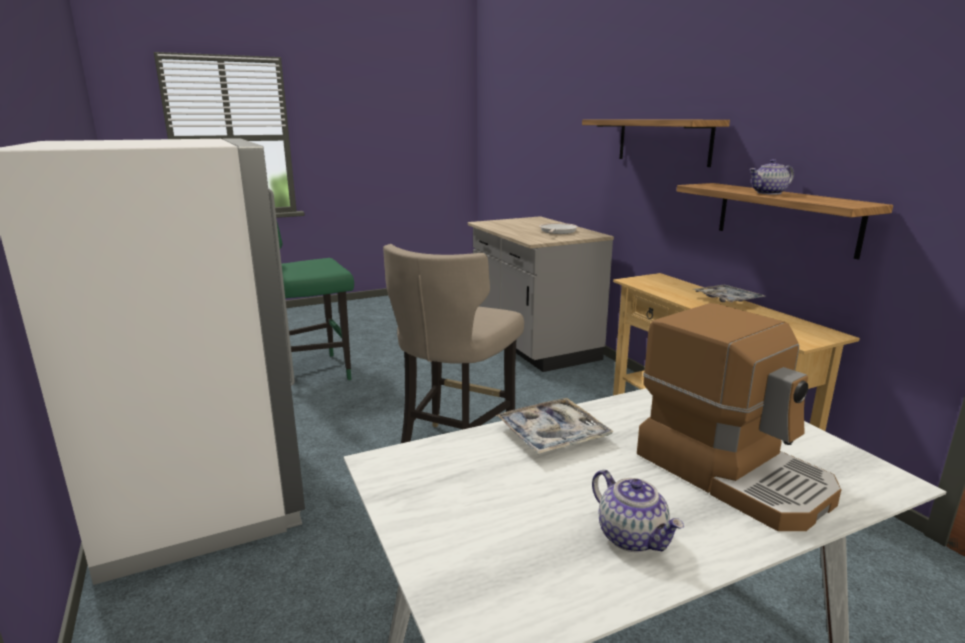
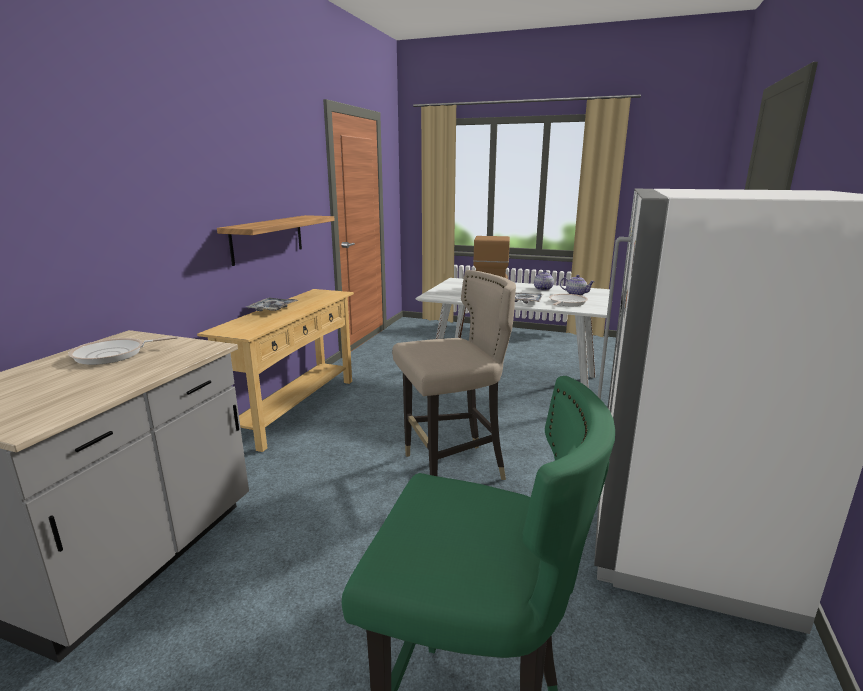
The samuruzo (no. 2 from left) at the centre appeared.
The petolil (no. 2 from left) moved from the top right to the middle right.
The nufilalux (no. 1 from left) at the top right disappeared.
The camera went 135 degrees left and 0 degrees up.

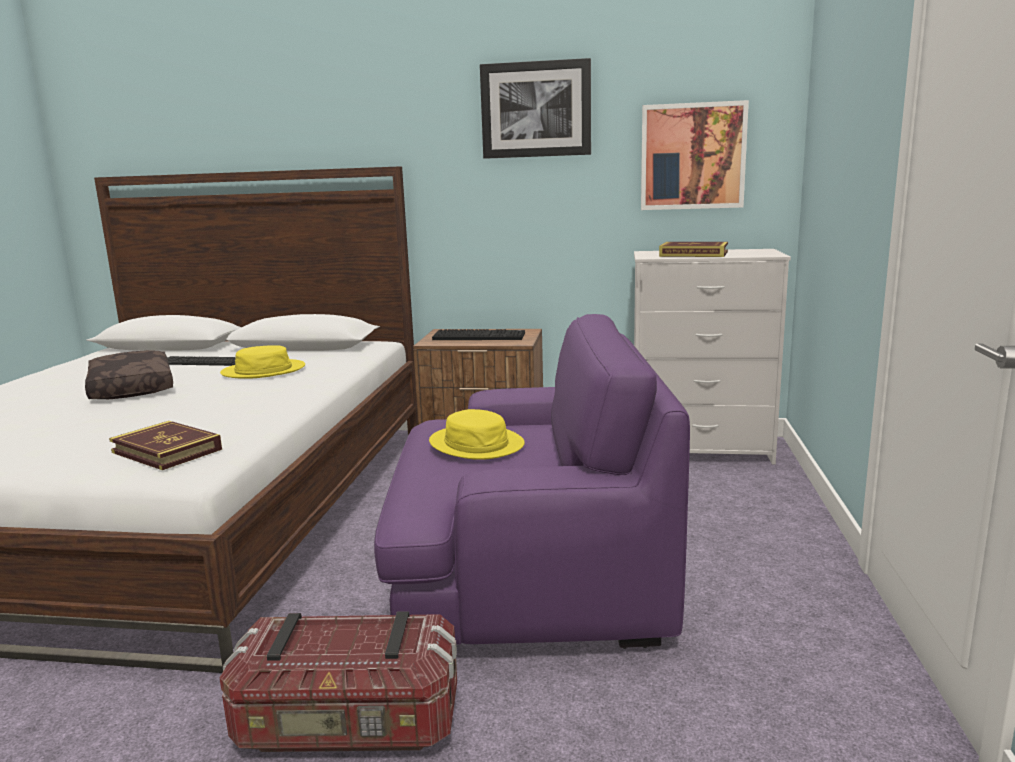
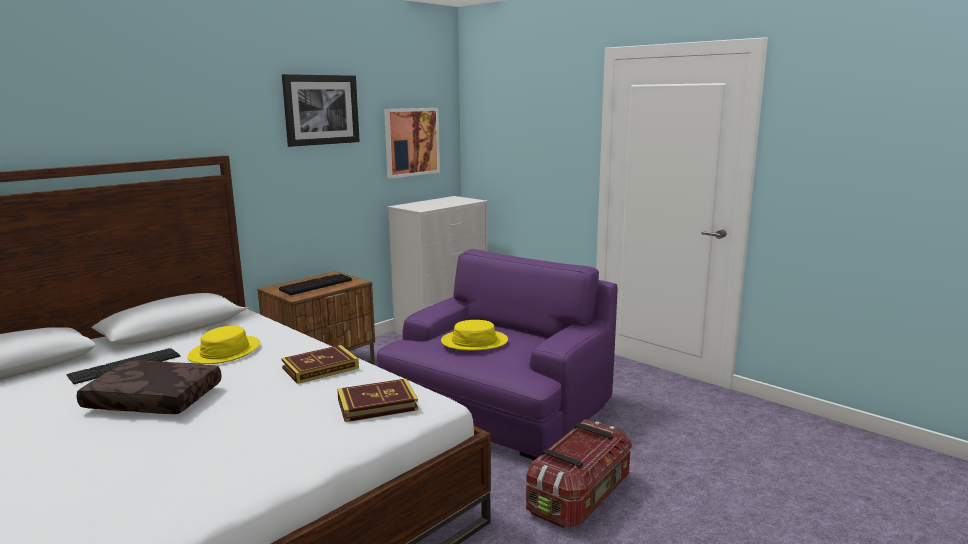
The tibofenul (no. 2 from left in the first image) moved from the top right to the bottom left.
The camera went 55 degrees left and 0 degrees up.

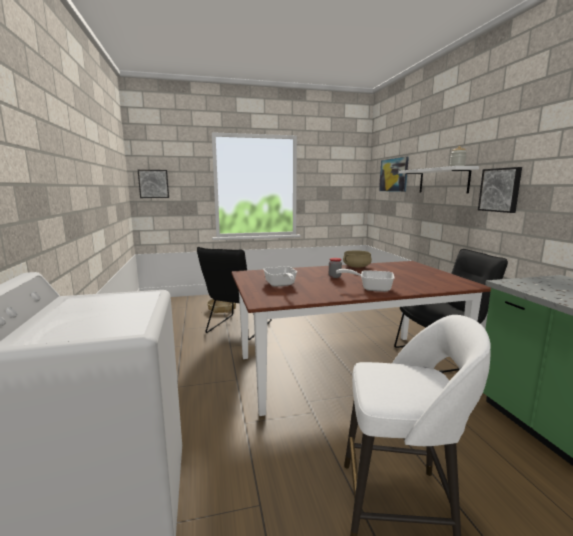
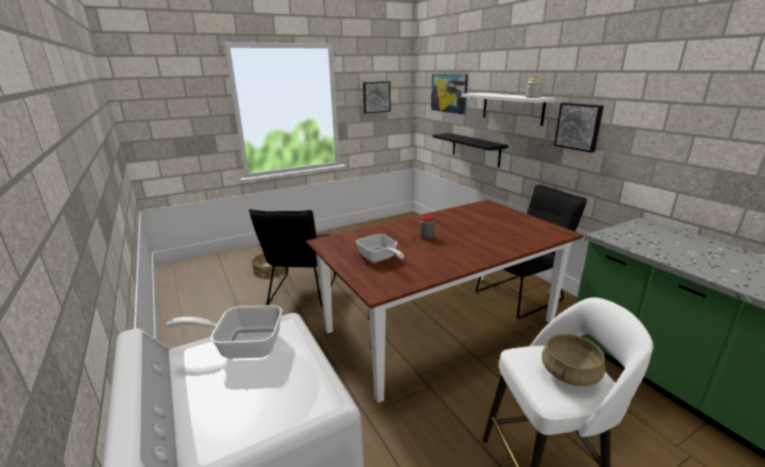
The samuruzo (no. 2 from left in the first image) moved from the centre to the bottom left.
The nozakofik (no. 1 from left) moved from the middle left to the top centre.
The black nufilalux at the top centre appeared.
The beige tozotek moved from the centre to the bottom right.
The camera went 15 degrees left and 10 degrees up.

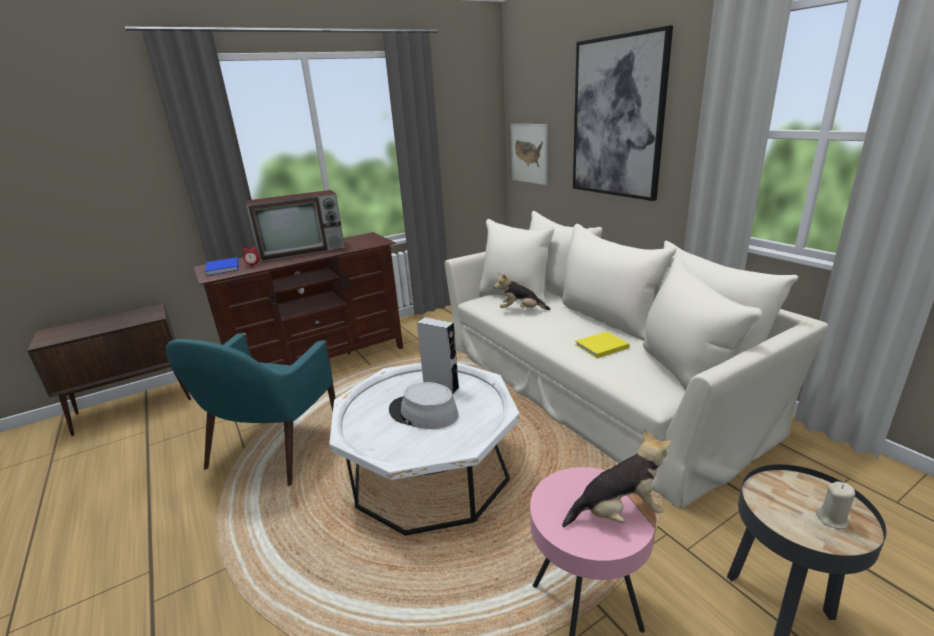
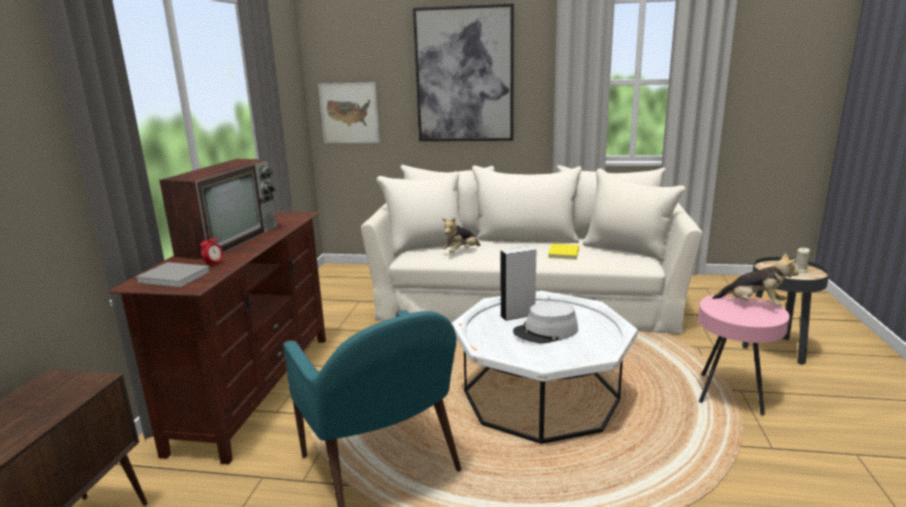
The blue tibofenul at the middle left became the grey tibofenul at the middle left.
The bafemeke (no. 2 from left) at the bottom centre turned 90 degrees clockwise.
The camera went 50 degrees left and 5 degrees down.

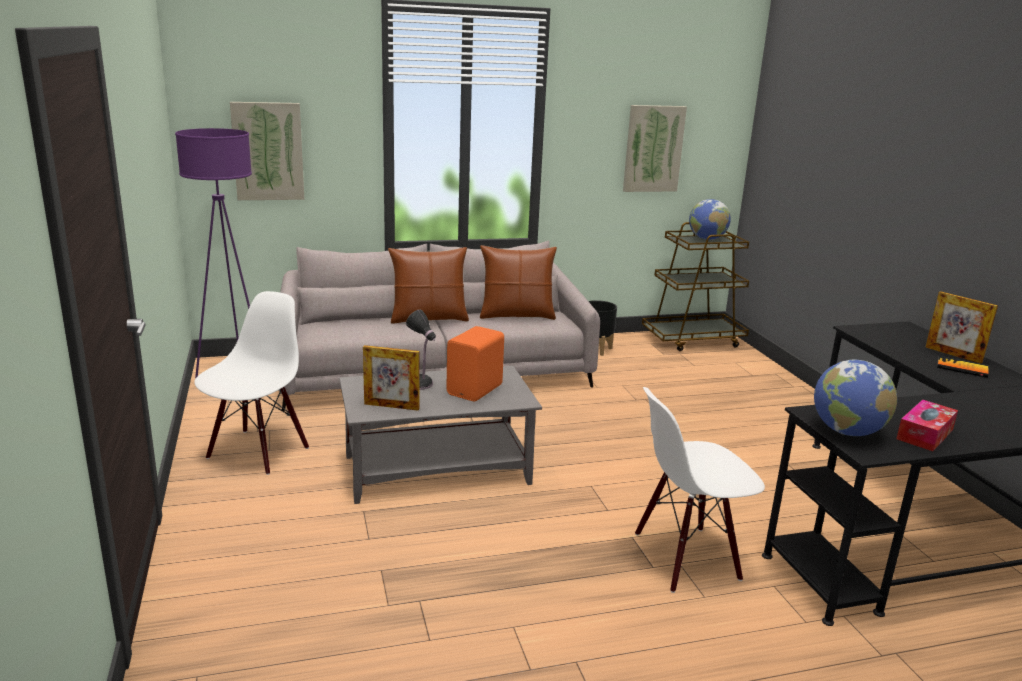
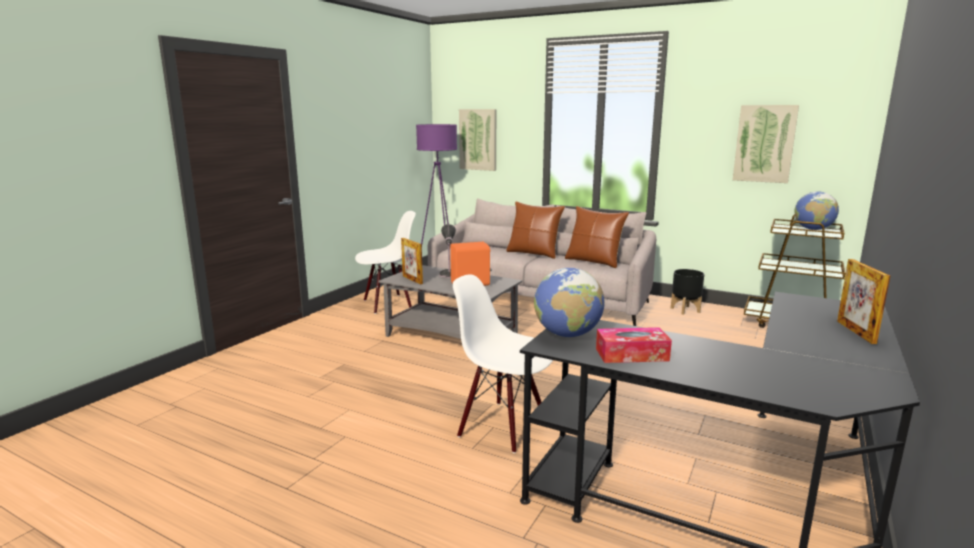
The tibofenul at the middle right disappeared.
The camera went 45 degrees right and 5 degrees down.

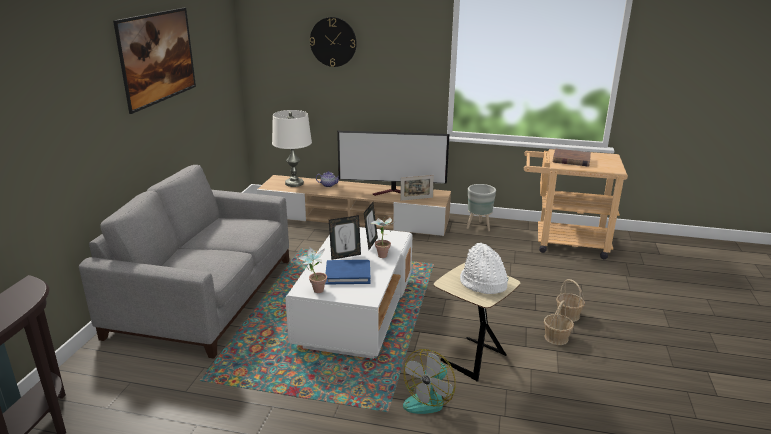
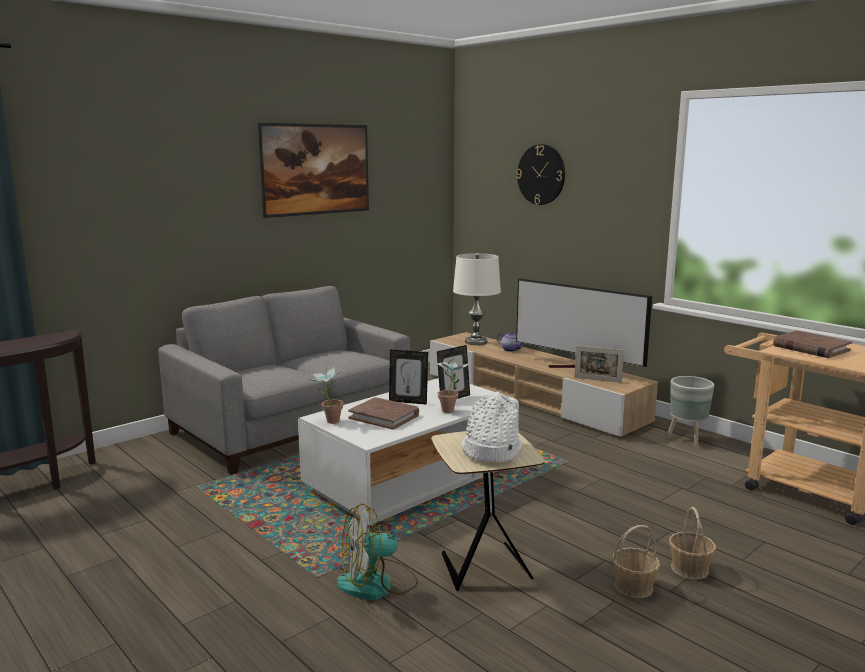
The blue tibofenul at the centre became the brown tibofenul (no. 1 from left) at the centre.
The camera went 35 degrees right and 10 degrees down.

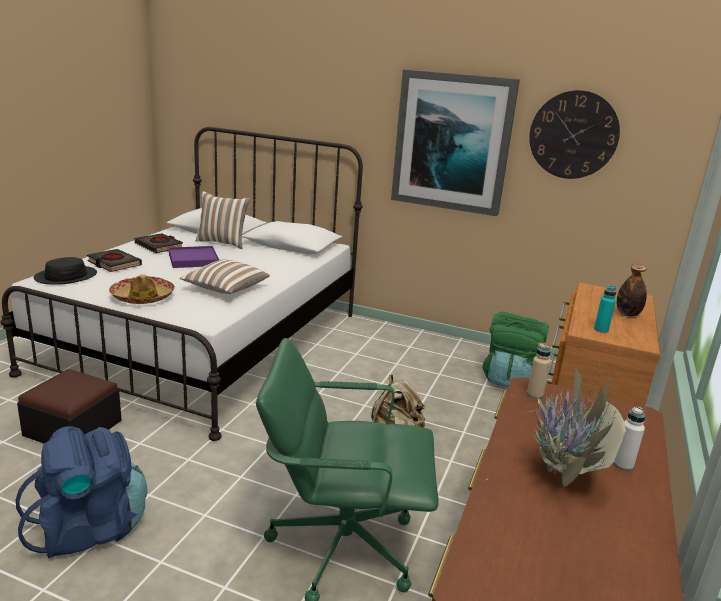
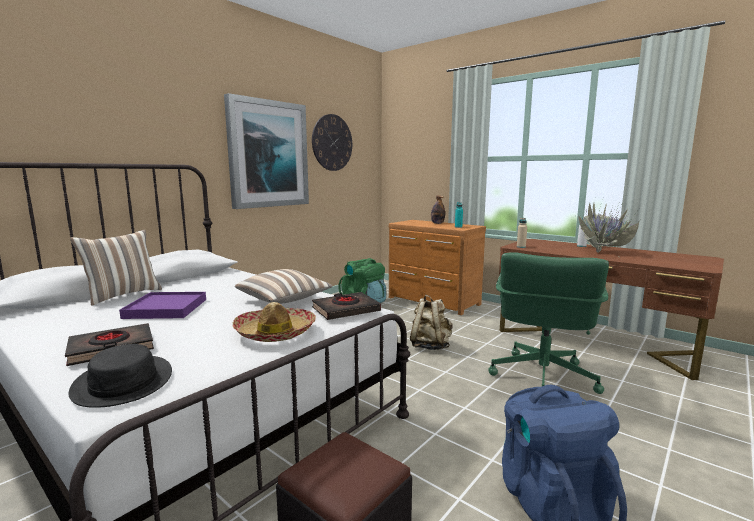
The black tibofenul (no. 2 from left) moved from the middle left to the centre.
The camera went 70 degrees left and 10 degrees down.

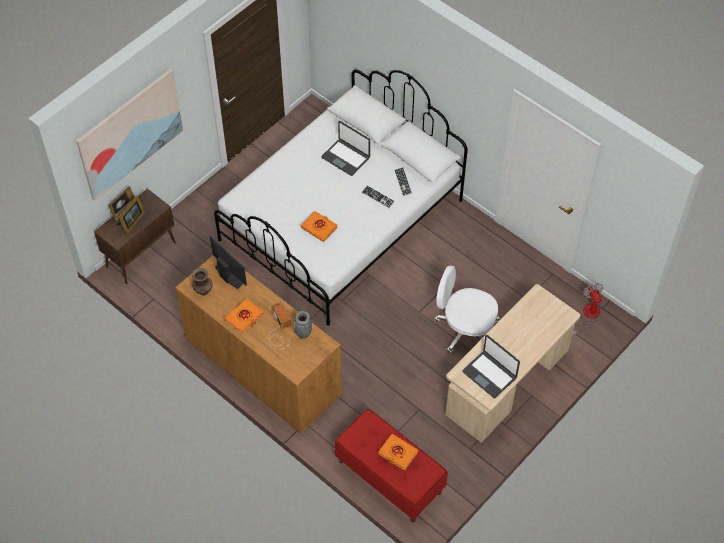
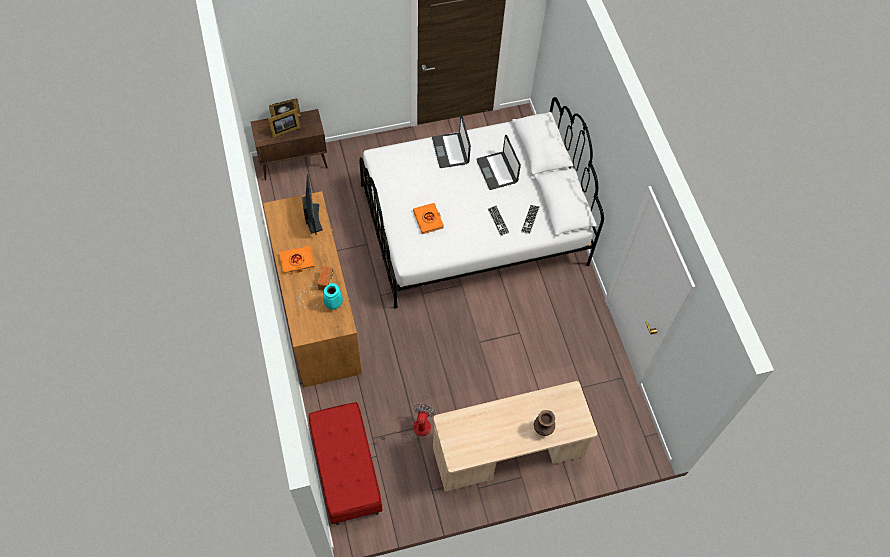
The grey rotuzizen at the centre became the turquoise rotuzizen at the centre.
The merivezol moved from the middle right to the bottom centre.
The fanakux (no. 2 from left in the first image) moved from the bottom right to the top centre.
The brown rotuzizen moved from the middle left to the bottom centre.
The nozakofik at the top left disappeared.
The orange tibofenul (no. 3 from left) at the bottom centre disappeared.
The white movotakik at the centre disappeared.
The camera went 30 degrees right and 5 degrees up.

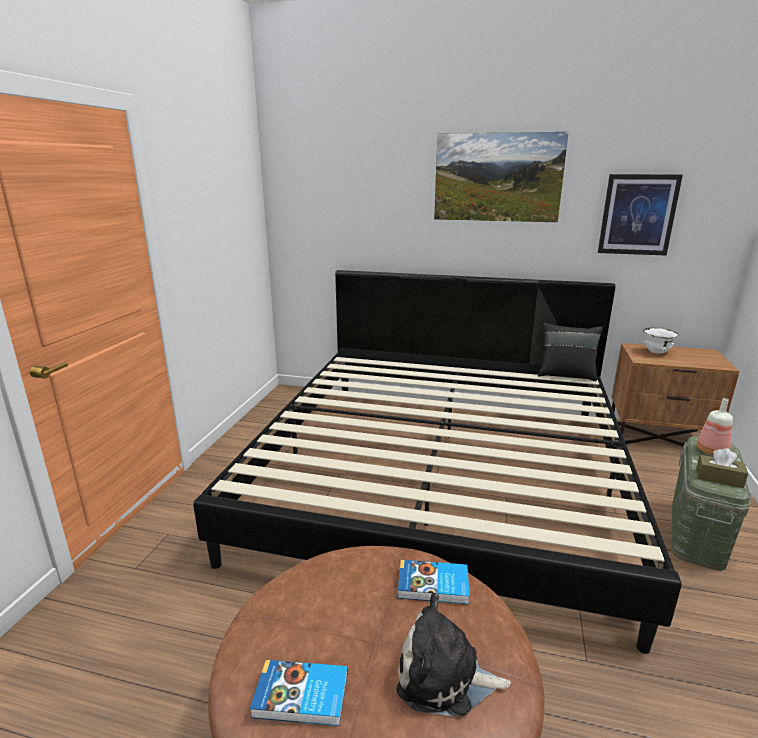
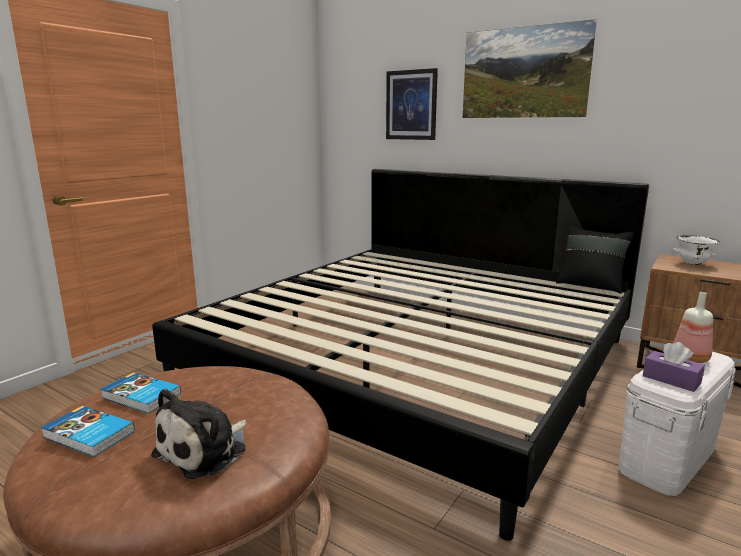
The tibofenul (no. 2 from left) moved from the bottom centre to the bottom left.
The bafemeke at the bottom centre turned 90 degrees counterclockwise.
The nozakofik (no. 2 from left in the first image) moved from the top right to the top centre.
The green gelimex at the bottom right became the white gelimex at the bottom right.
The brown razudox at the middle right became the purple razudox at the middle right.
The camera went 20 degrees right and 5 degrees down.

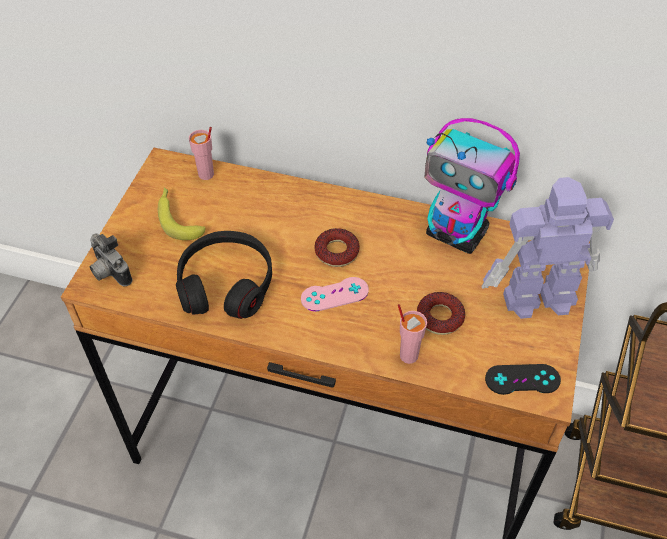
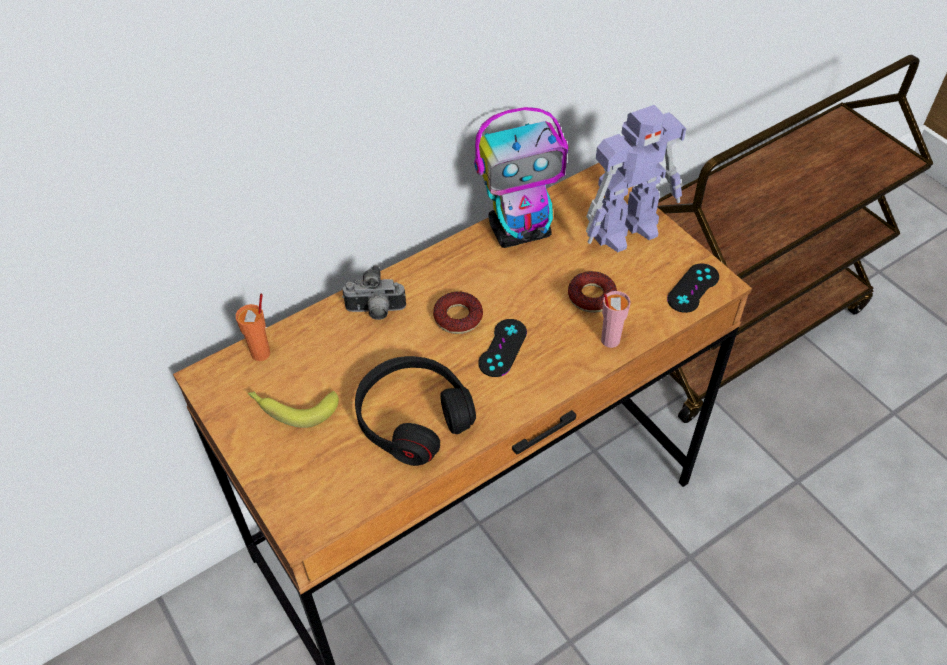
The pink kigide (no. 1 from left) at the top left became the orange kigide at the middle left.
The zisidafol moved from the middle left to the centre.
The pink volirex at the centre became the black volirex (no. 1 from left) at the centre.
The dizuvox (no. 2 from left) at the middle right turned 150 degrees counterclockwise.
The camera went 50 degrees left and 0 degrees up.

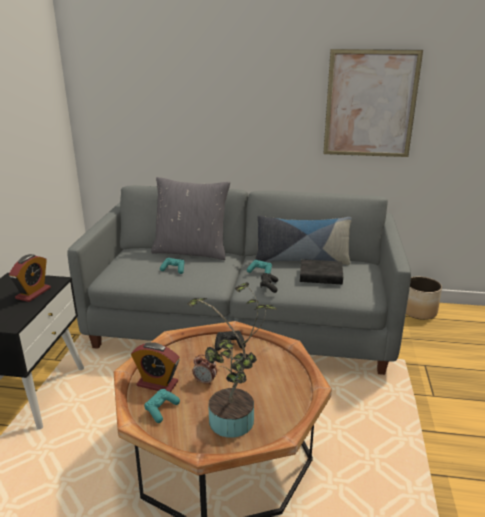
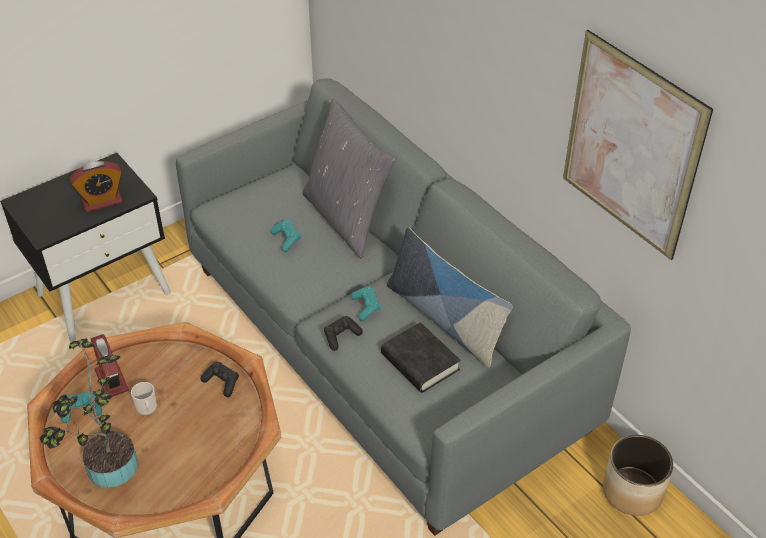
The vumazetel (no. 3 from left) at the bottom centre was replaced by the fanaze at the bottom left.
The camera went 45 degrees right and 20 degrees up.

